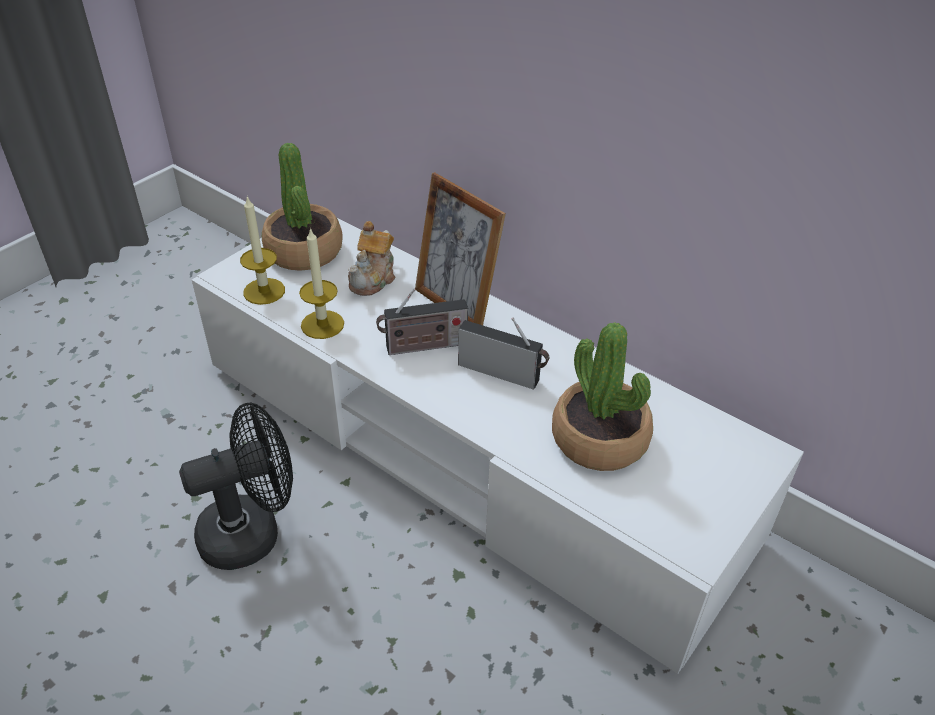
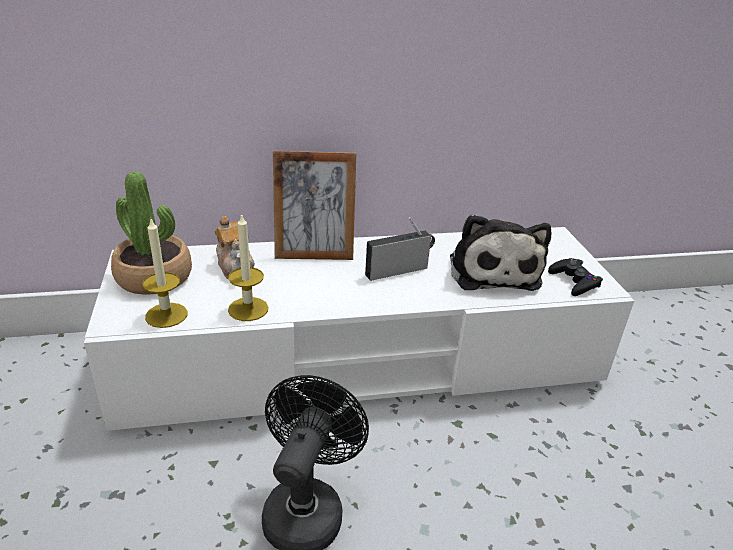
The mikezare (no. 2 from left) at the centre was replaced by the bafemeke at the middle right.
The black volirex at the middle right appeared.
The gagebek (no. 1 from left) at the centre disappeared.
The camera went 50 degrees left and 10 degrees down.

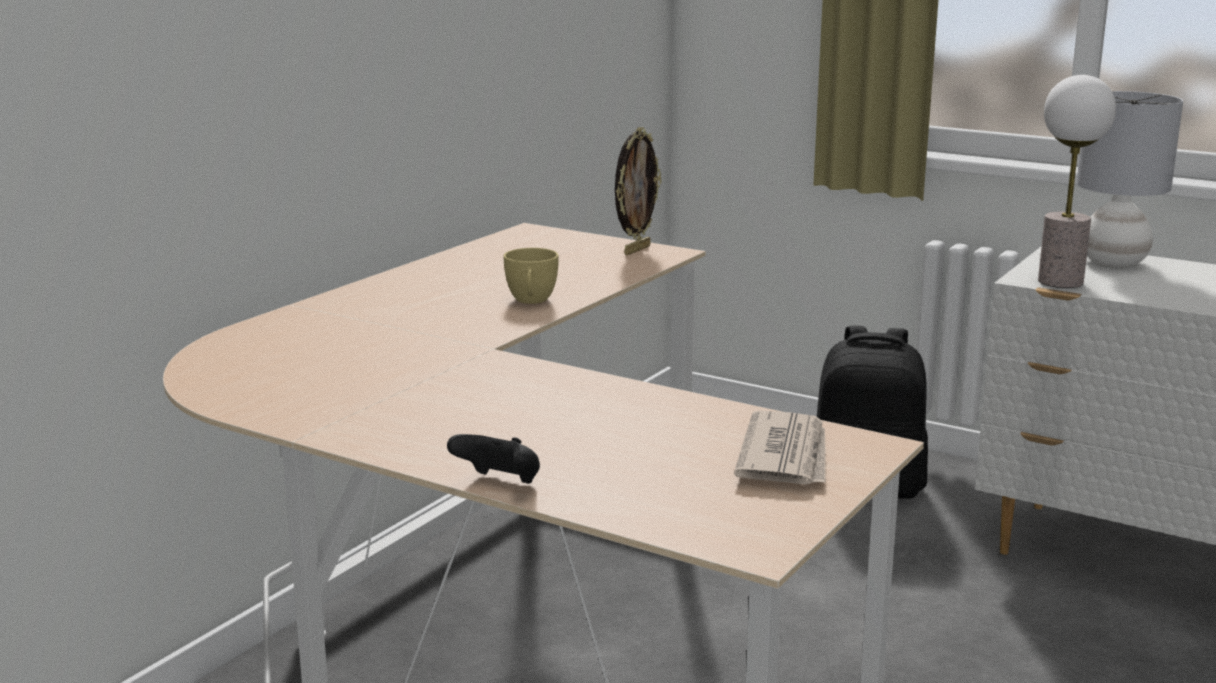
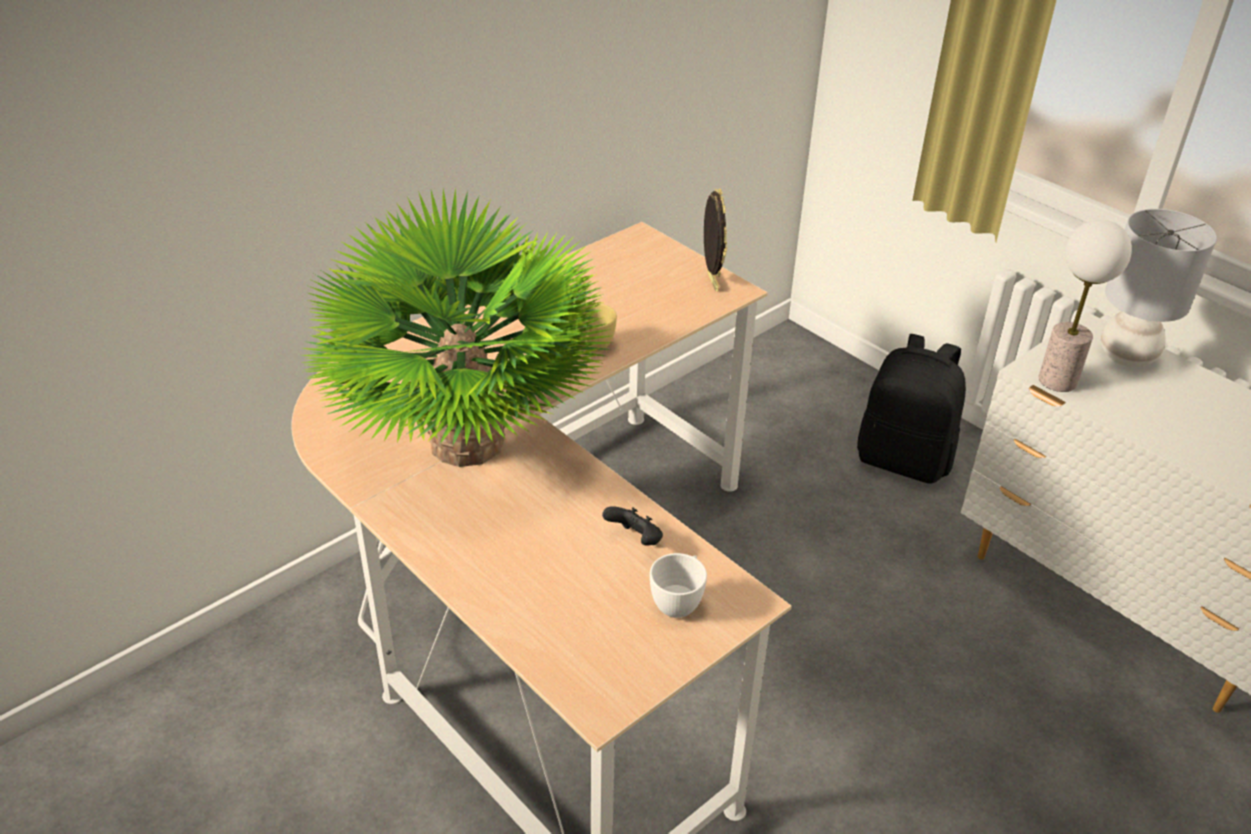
The mikezare at the centre appeared.
The black volirex moved from the bottom centre to the centre.
The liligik at the centre was replaced by the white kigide at the bottom centre.
The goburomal at the top centre turned 60 degrees counterclockwise.
The camera went 15 degrees right and 20 degrees up.

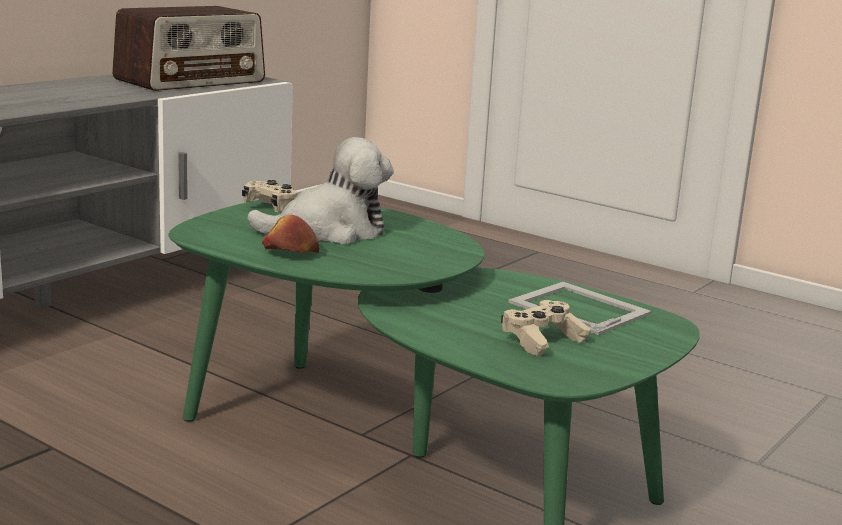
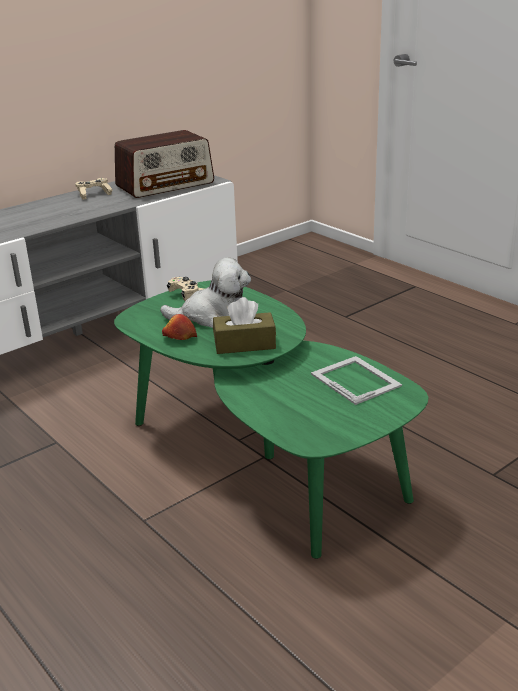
The beige volirex (no. 2 from left in the first image) moved from the centre to the top left.
The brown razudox at the centre appeared.
The camera went 15 degrees right and 10 degrees up.

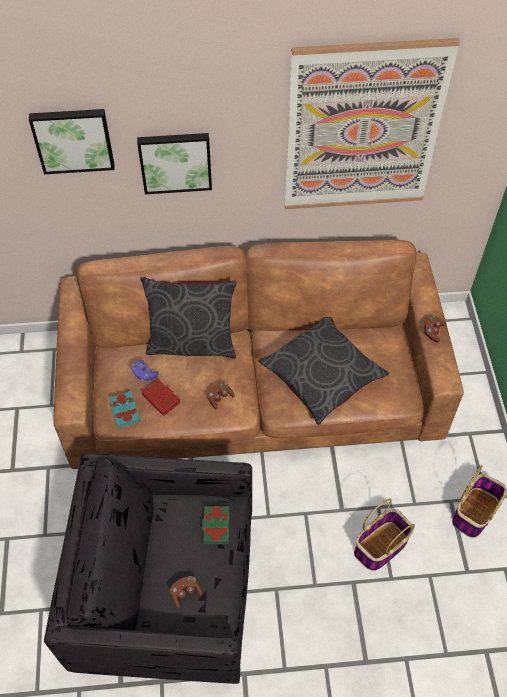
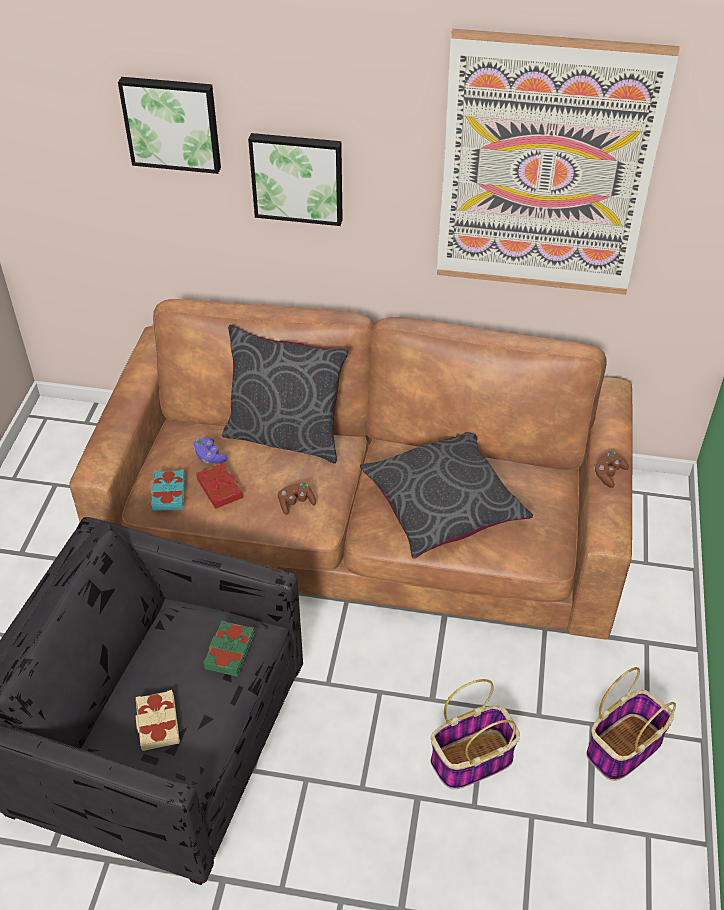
The brown volirex (no. 1 from left) at the bottom centre was replaced by the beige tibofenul at the bottom left.
The camera went 15 degrees right and 10 degrees down.

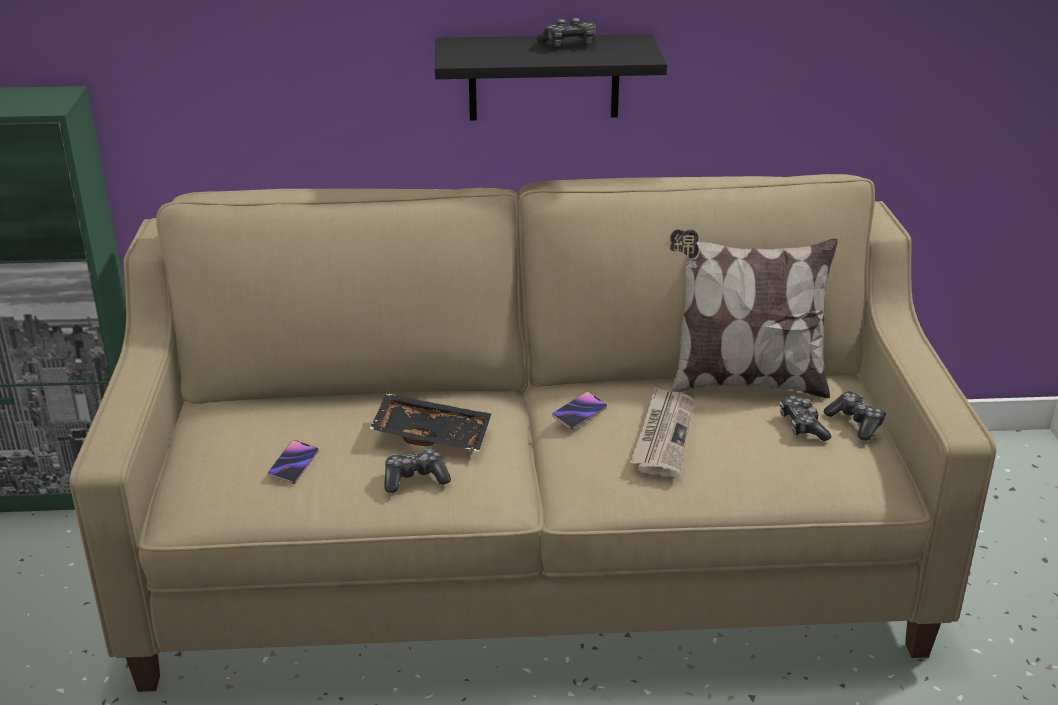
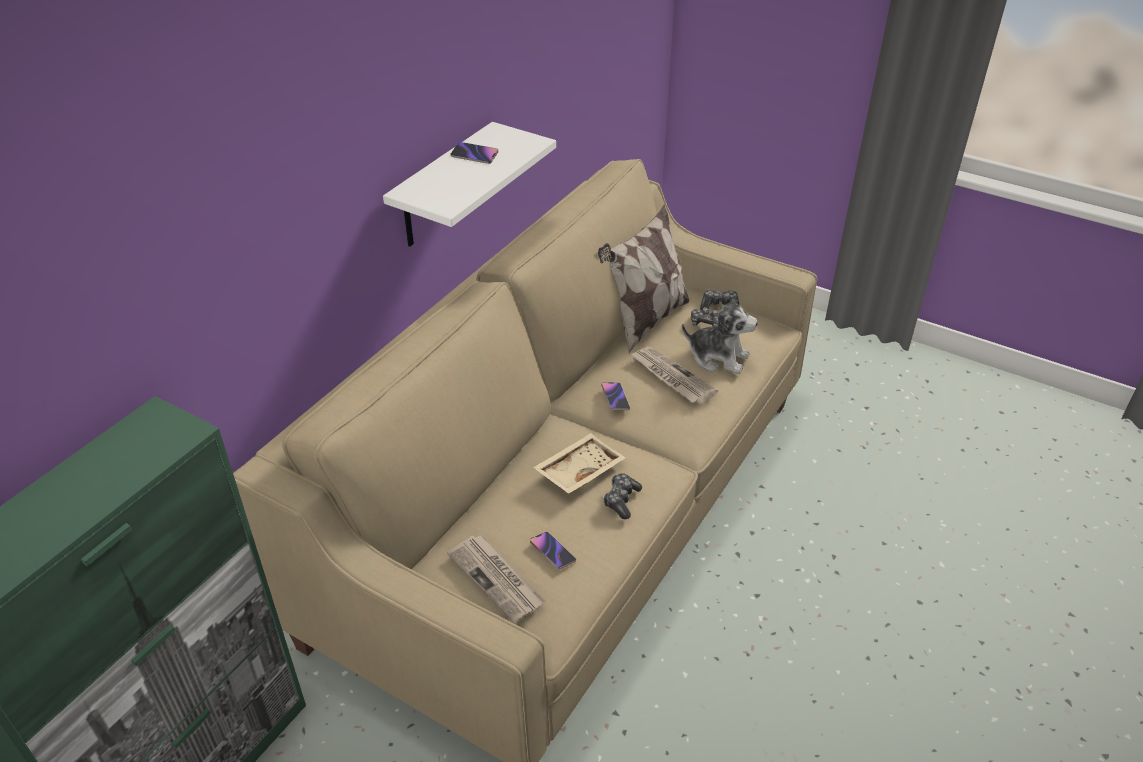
The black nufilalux at the top centre became the white nufilalux at the top centre.
The liligik (no. 1 from left) at the bottom centre appeared.
The volirex (no. 2 from left) at the top centre was replaced by the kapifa (no. 1 from left) at the top centre.
The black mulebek at the centre became the beige mulebek at the centre.
The bafemeke at the centre appeared.
The camera went 55 degrees left and 10 degrees up.

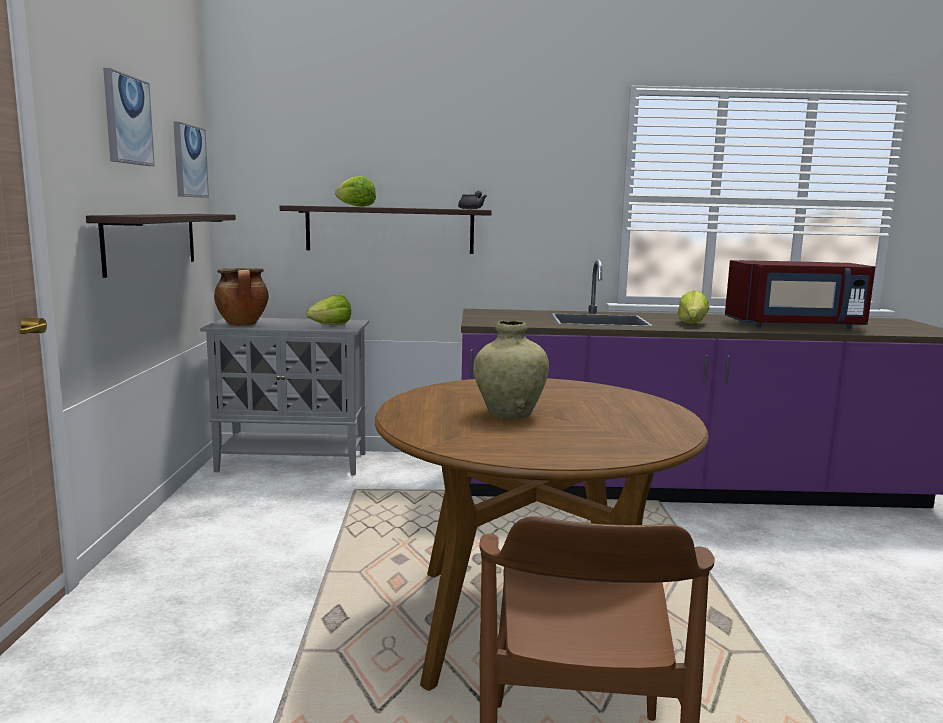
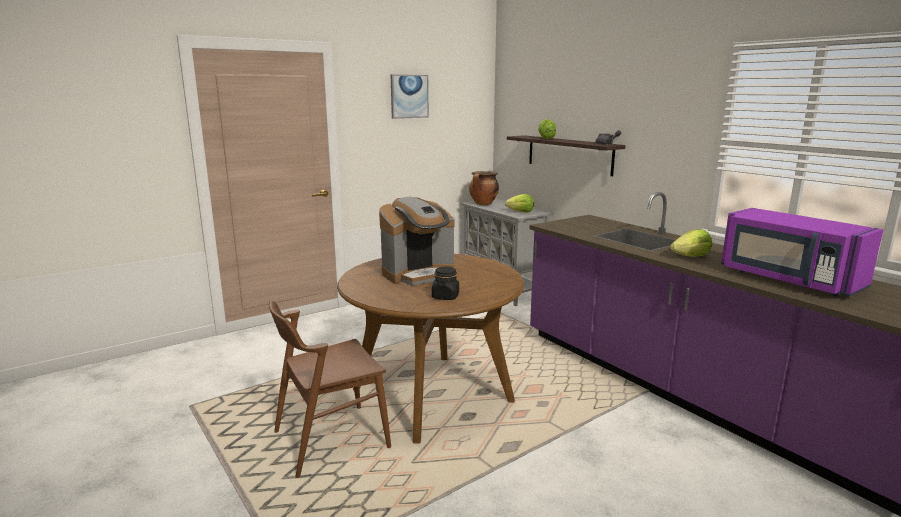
The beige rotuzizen at the centre was replaced by the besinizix at the centre.
The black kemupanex at the centre appeared.
The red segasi at the middle right became the purple segasi at the middle right.
The nufilalux (no. 1 from left) at the middle left disappeared.
The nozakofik (no. 2 from left) at the top left disappeared.
The camera went 55 degrees right and 5 degrees up.

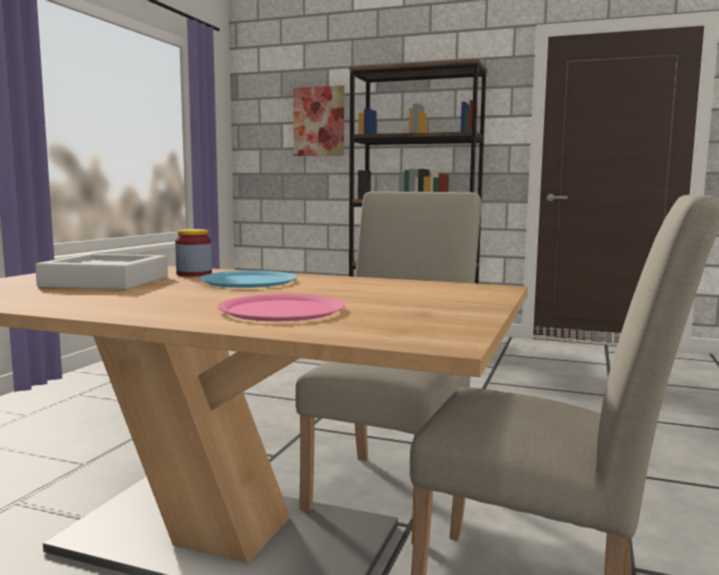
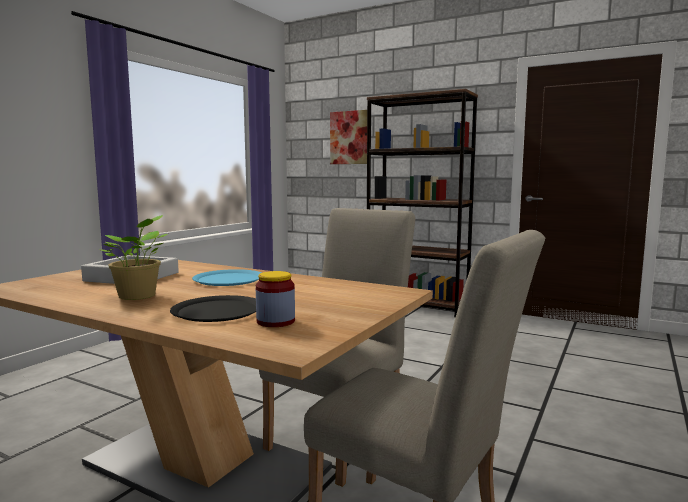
The mikezare at the middle left appeared.
The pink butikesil at the centre became the black butikesil at the middle left.
The kemupanex moved from the middle left to the centre.
The camera went 10 degrees right and 0 degrees up.

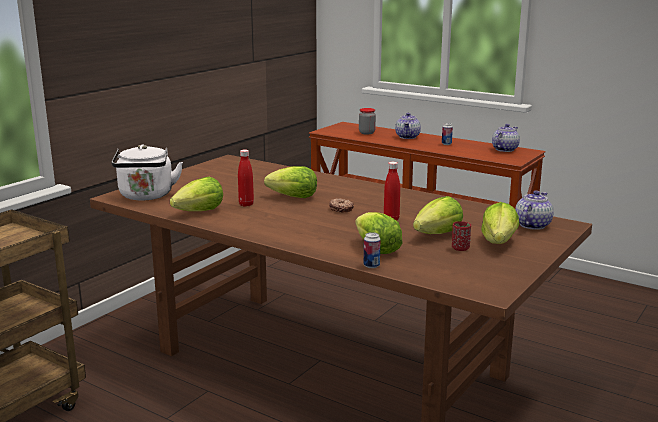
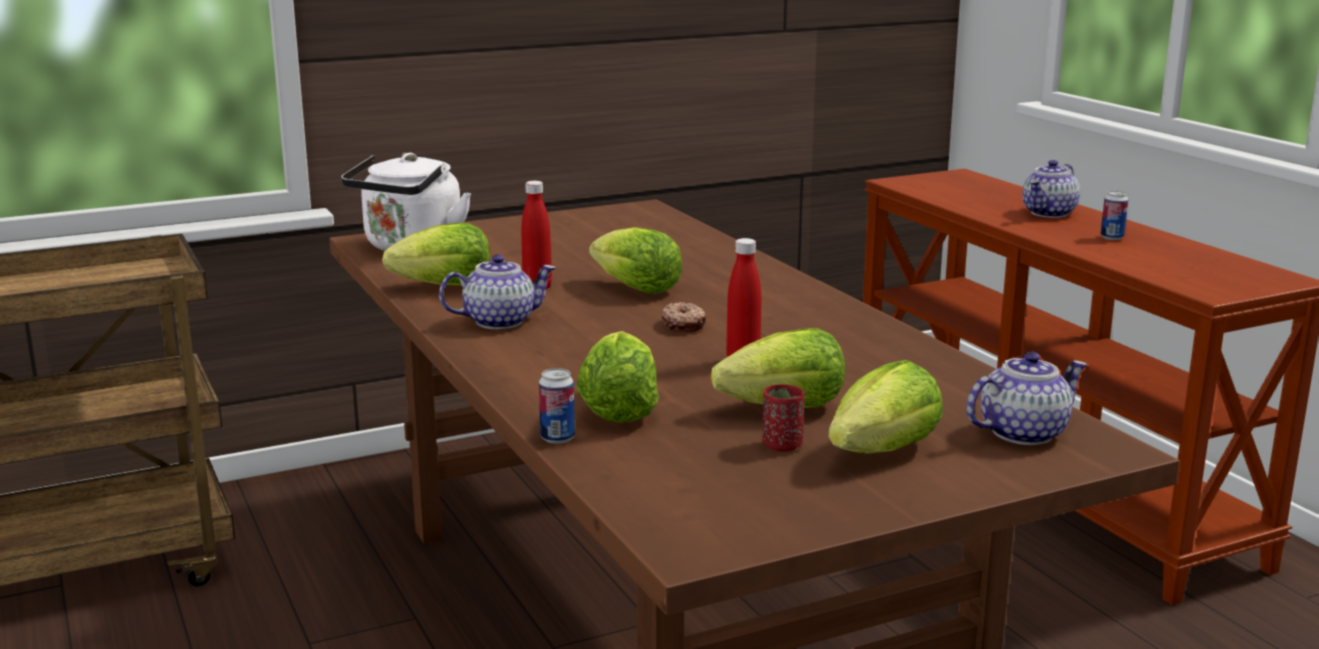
The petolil (no. 2 from left in the first image) moved from the top right to the centre.
The kemupanex at the top centre disappeared.
The camera went 30 degrees right and 0 degrees up.

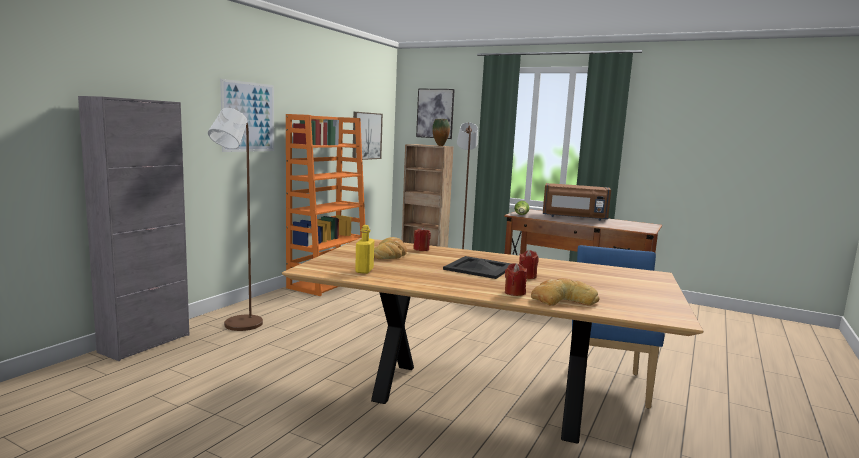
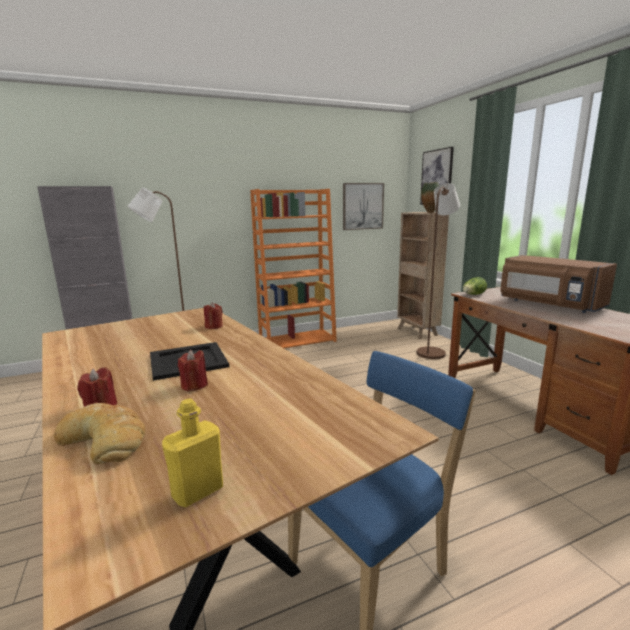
The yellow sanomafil moved from the centre to the bottom left.
The nozakofik (no. 1 from left) at the top left disappeared.
The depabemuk (no. 1 from left) at the centre disappeared.
The camera went 40 degrees right and 5 degrees up.

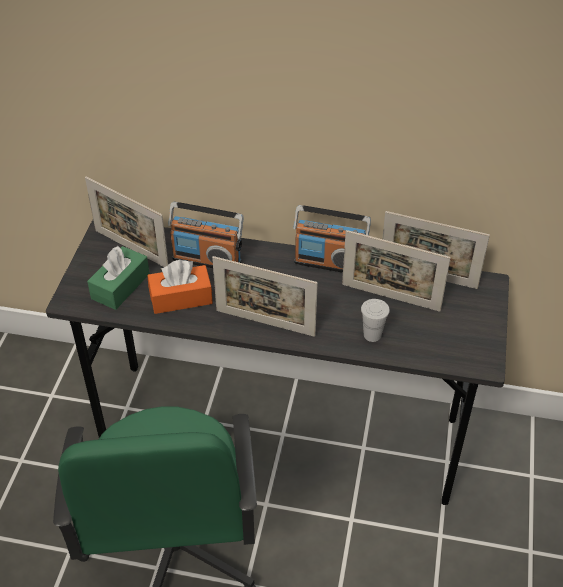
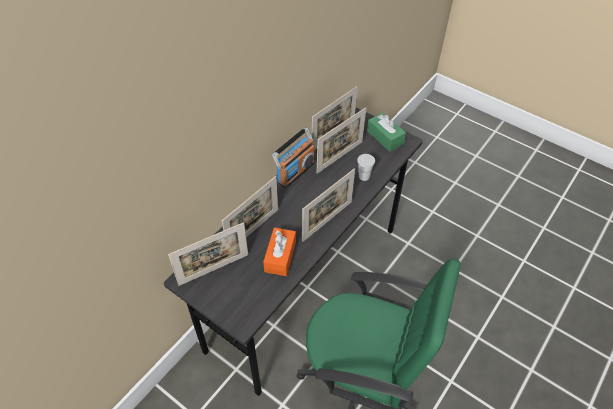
The gagebek (no. 1 from left) at the centre was replaced by the goburomal (no. 2 from left) at the centre.
The green razudox moved from the middle left to the top centre.
The camera went 65 degrees left and 5 degrees up.

